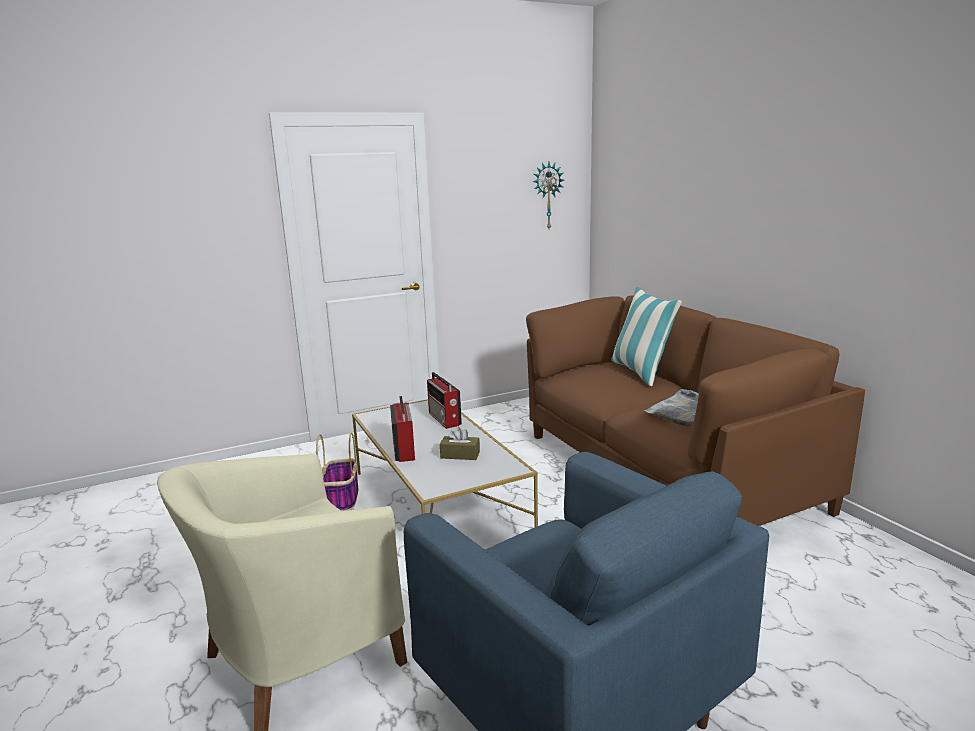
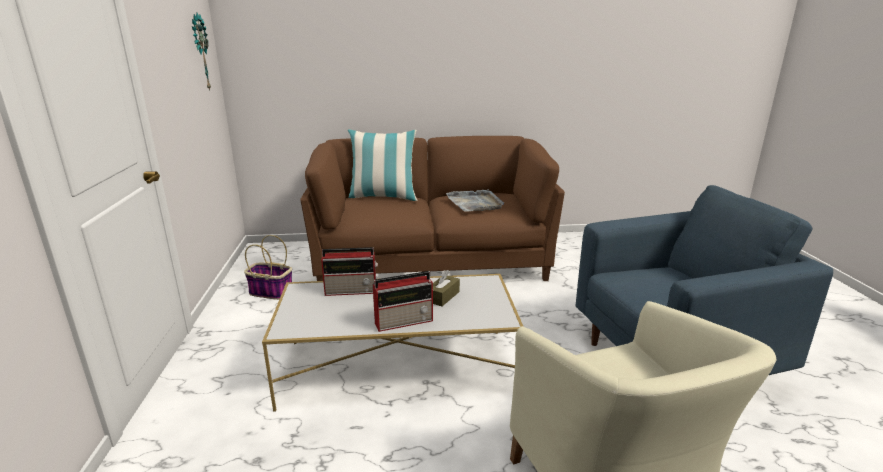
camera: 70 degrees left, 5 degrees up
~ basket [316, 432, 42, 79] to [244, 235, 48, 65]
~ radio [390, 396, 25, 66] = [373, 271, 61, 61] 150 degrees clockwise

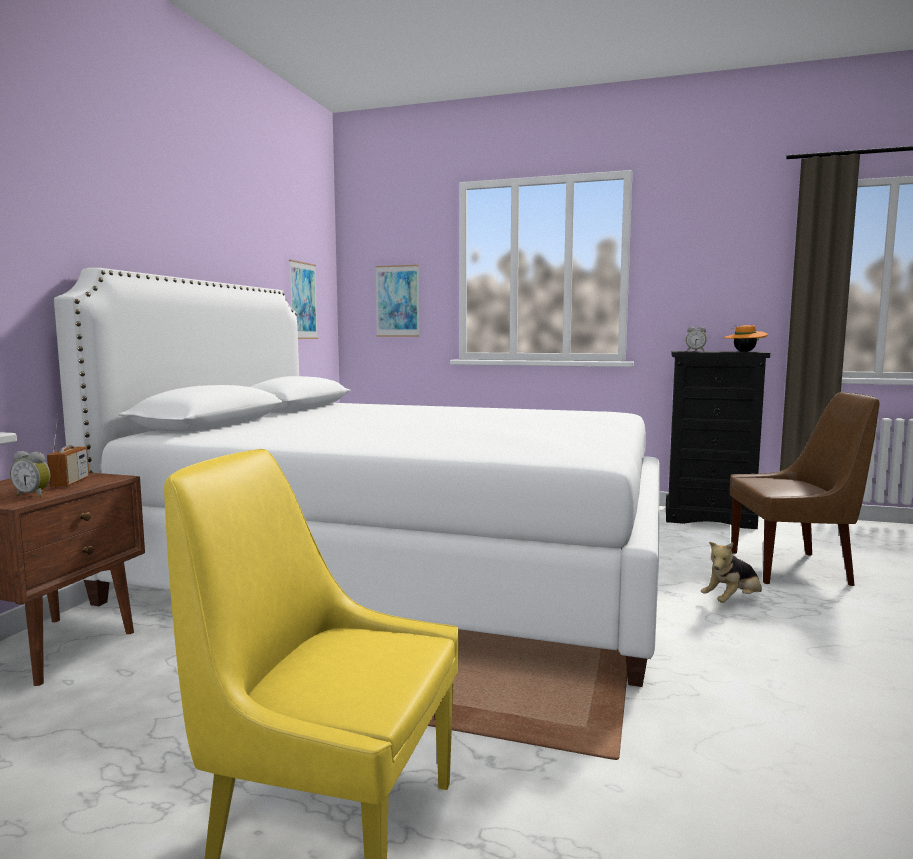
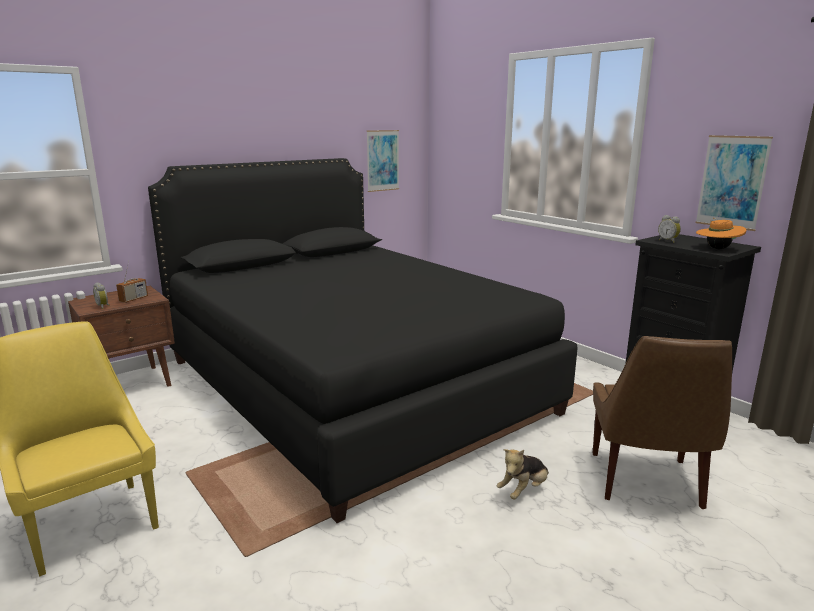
camera: 35 degrees right, 10 degrees up
~ picture [375, 265, 45, 72] to [695, 135, 78, 96]
~ bed in white [54, 268, 606, 419] to bed in black [148, 158, 430, 365]
~ plush toy [701, 542, 61, 61] = [497, 449, 52, 51] 45 degrees counterclockwise
~ chair in brown [730, 392, 150, 194] = [593, 336, 139, 173] 60 degrees clockwise

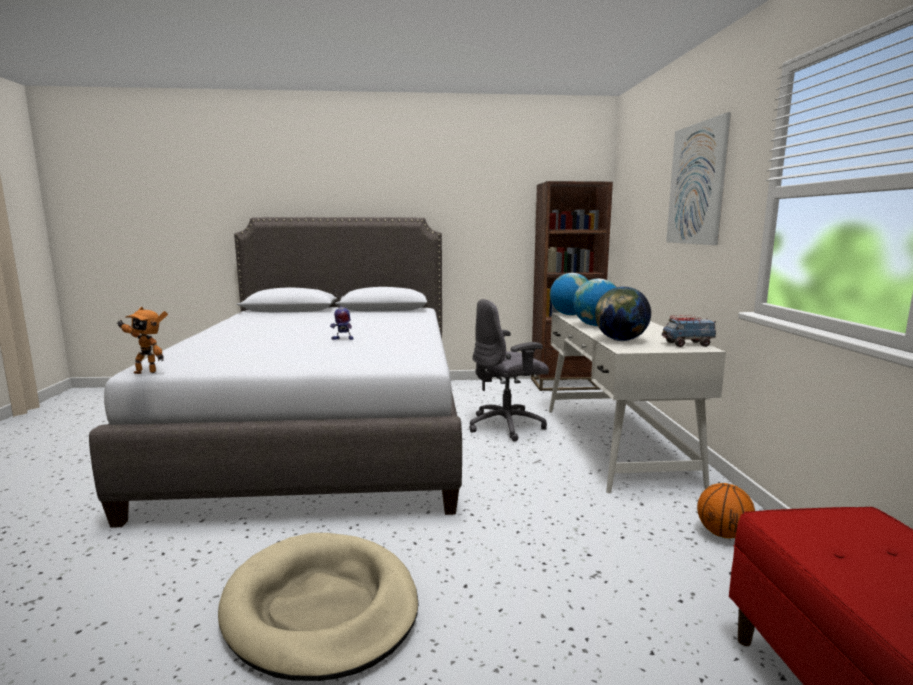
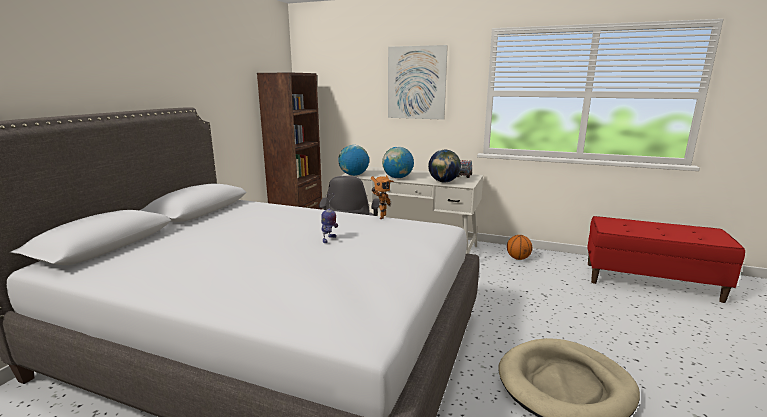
camera: 65 degrees left, 5 degrees up
~ toy robot [116, 307, 52, 67] to [371, 175, 23, 44]

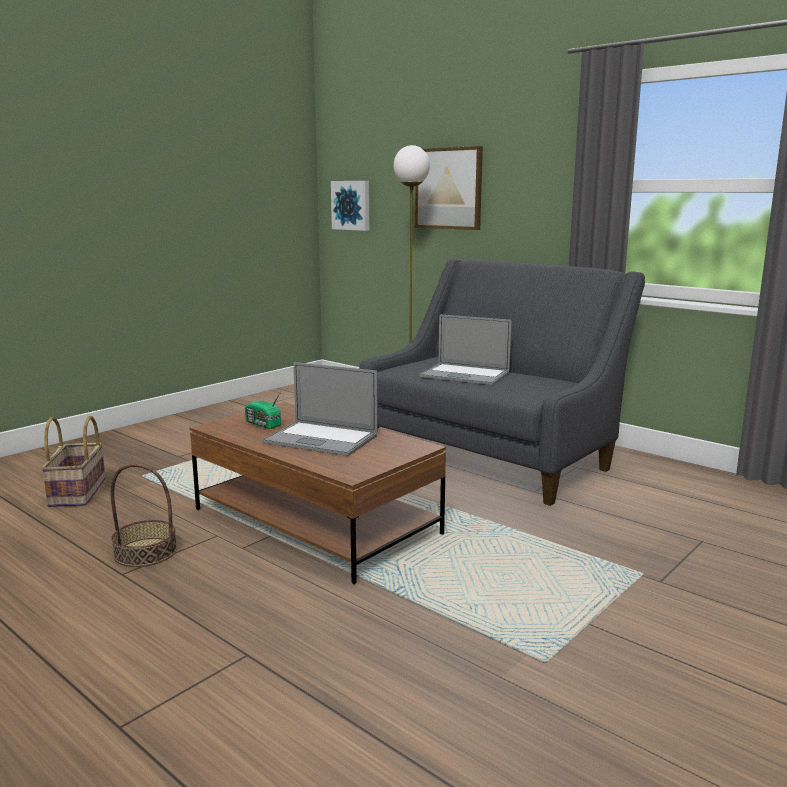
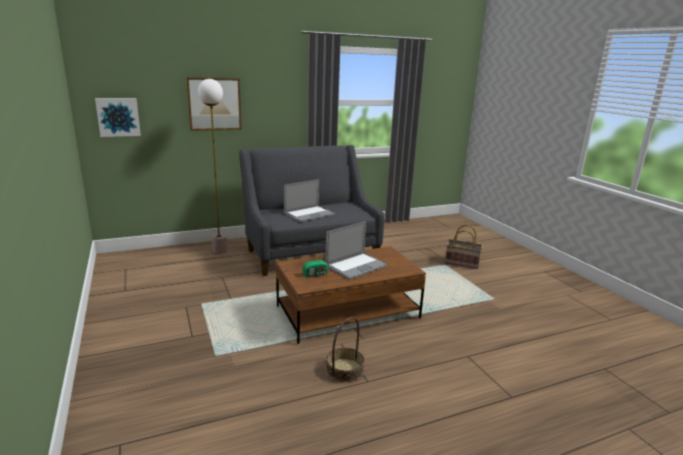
camera: 65 degrees left, 5 degrees up
~ basket [41, 416, 65, 91] to [445, 224, 38, 45]

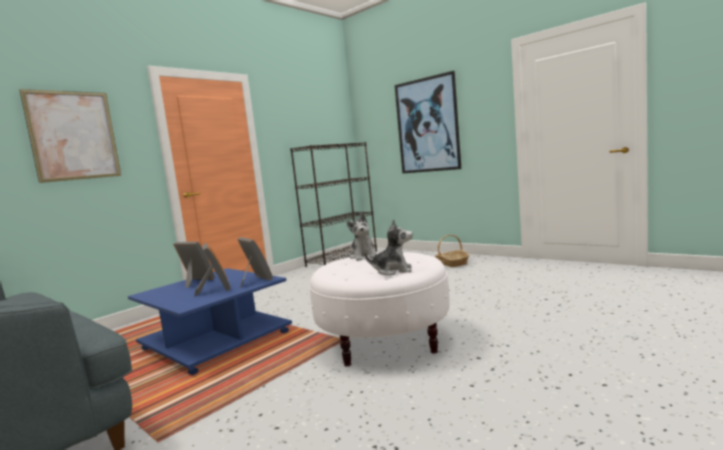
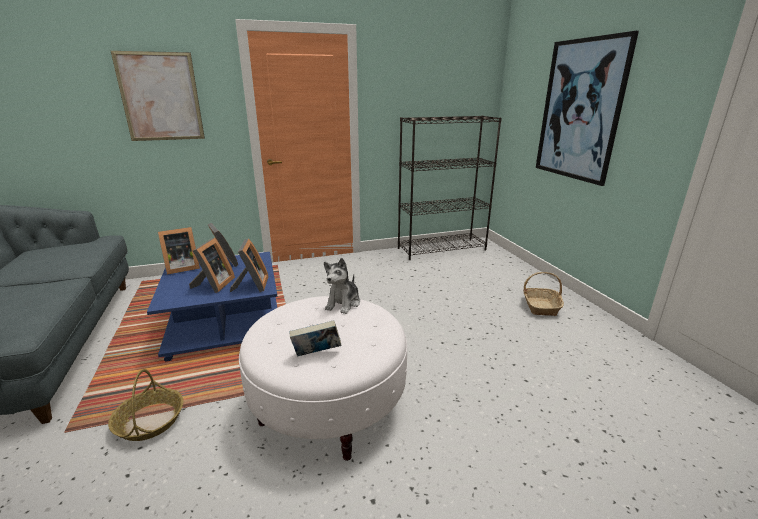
camera: 30 degrees right, 15 degrees up
+ basket [108, 369, 76, 72]
+ picture frame [158, 227, 42, 48]
~ plush toy [364, 219, 49, 56] to book [289, 320, 52, 36]

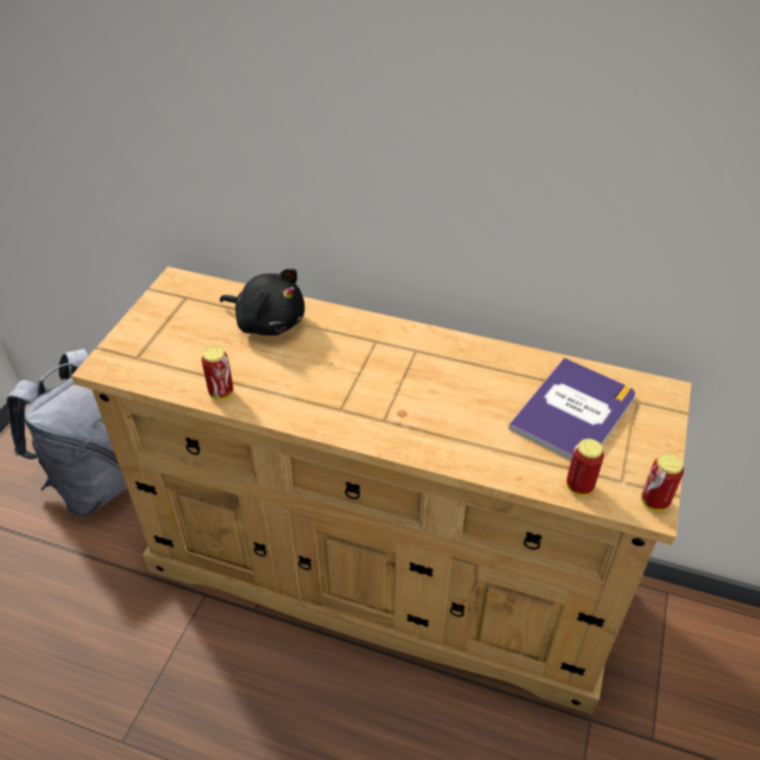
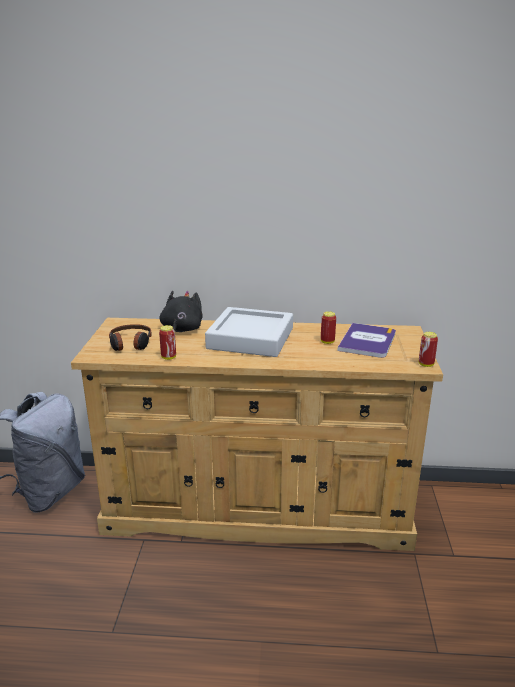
camera: 15 degrees left, 20 degrees down
+ headphones [109, 324, 43, 27]
+ tray in grey [205, 307, 88, 50]
~ can [566, 439, 38, 57] to [321, 311, 15, 33]
~ plush toy in black [220, 269, 85, 67] = [160, 291, 43, 41] 90 degrees counterclockwise

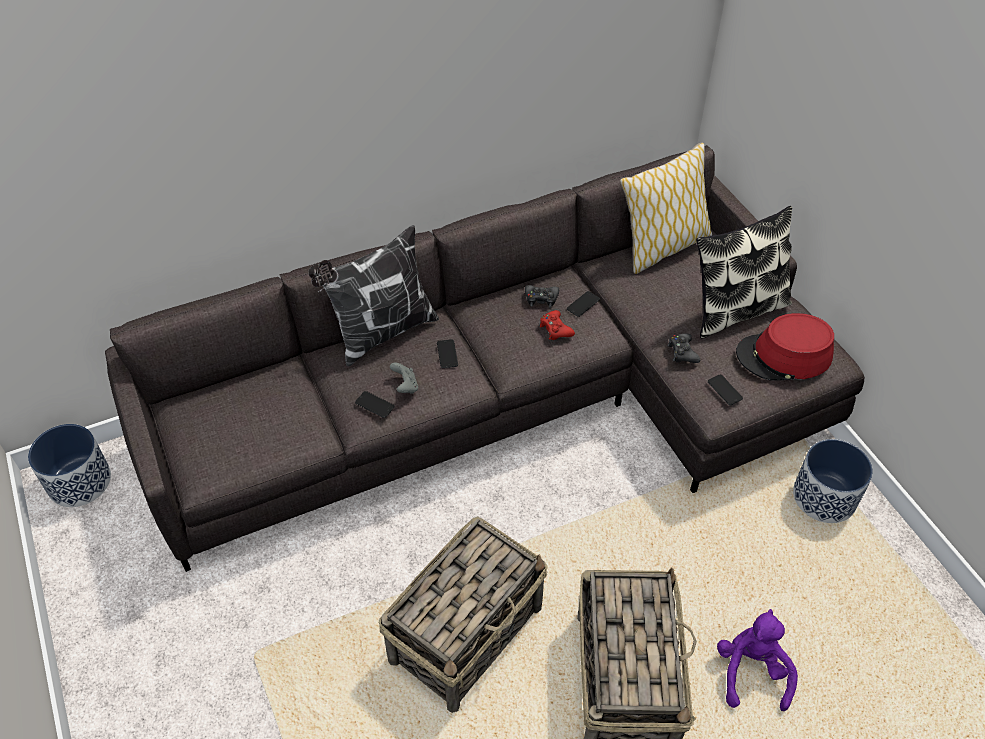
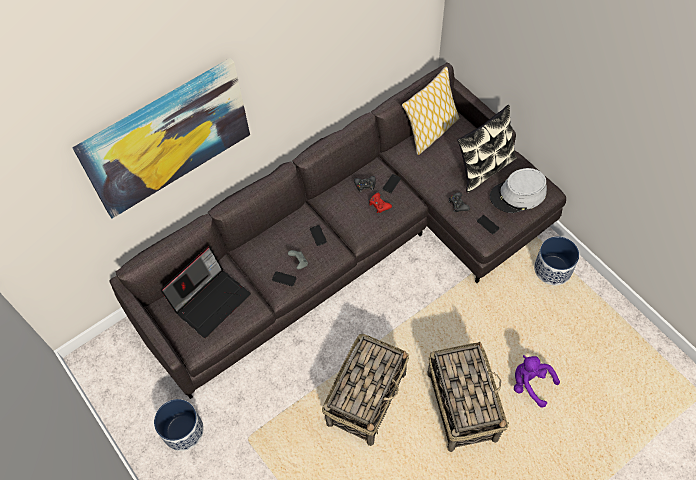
camera: 10 degrees left, 10 degrees up
- pillow [308, 225, 131, 142]
+ picture [72, 58, 178, 161]
+ laptop [161, 246, 90, 92]
~ planter [28, 424, 83, 83] to [154, 399, 50, 52]
~ hat in red [736, 313, 98, 68] to hat in grey [490, 168, 57, 45]
~ plush toy in purple [717, 609, 81, 102] = [514, 355, 46, 52] 45 degrees counterclockwise

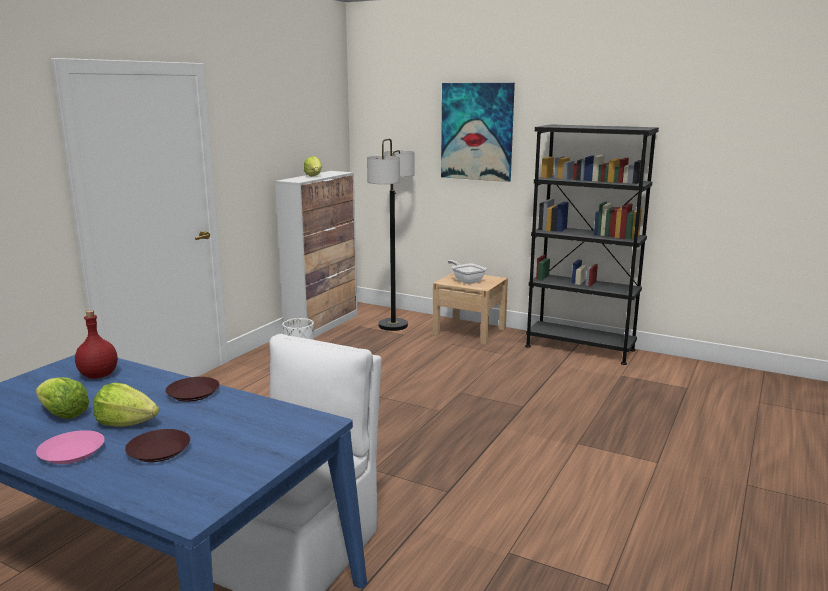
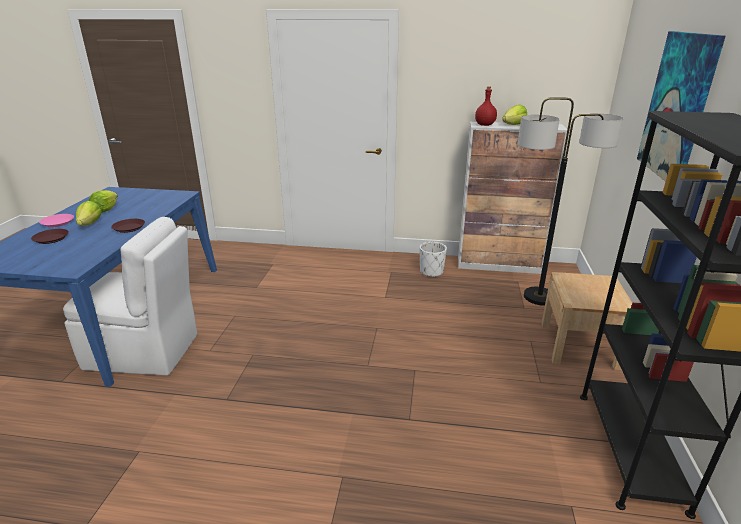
camera: 70 degrees right, 10 degrees up
- frying pan [448, 260, 39, 24]
~ bottle in red [75, 310, 43, 69] to [475, 86, 22, 40]

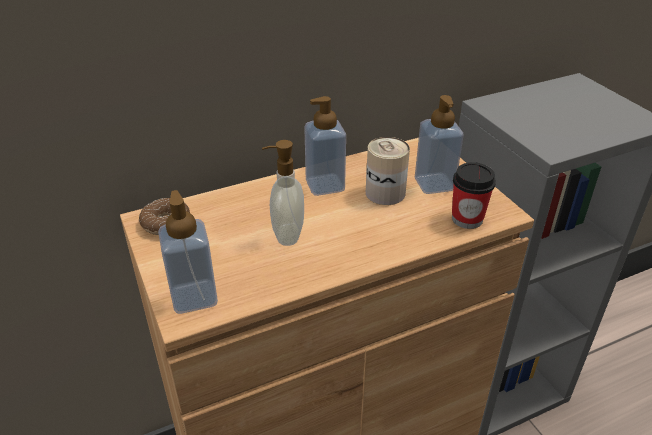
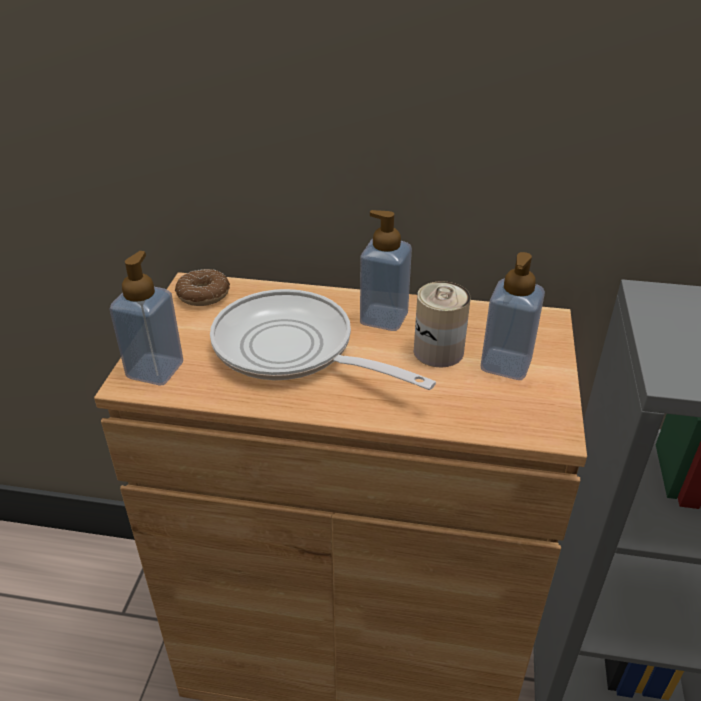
camera: 35 degrees right, 0 degrees up
- cup [452, 162, 44, 67]
~ soap dispenser [262, 140, 42, 106] to frying pan [210, 289, 226, 101]

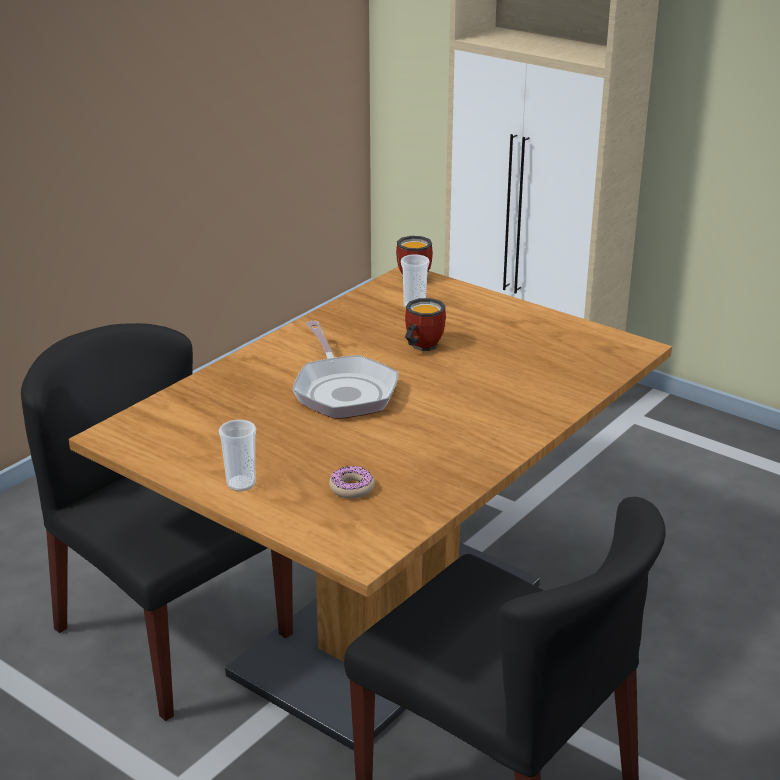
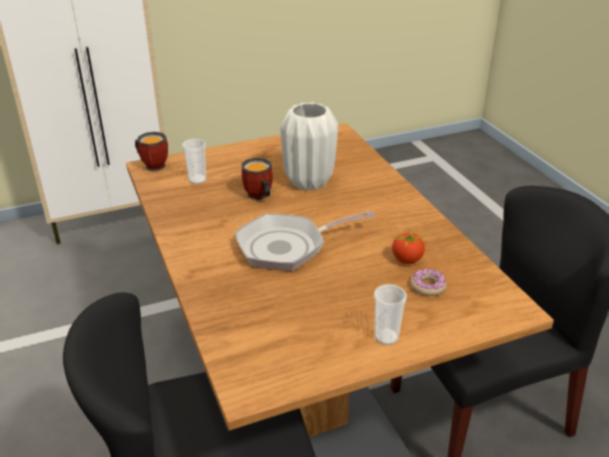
camera: 60 degrees left, 5 degrees up
+ vase in white [280, 102, 58, 89]
+ tomato [392, 230, 35, 34]
~ frying pan [292, 321, 107, 98] = [235, 211, 140, 60] 150 degrees clockwise

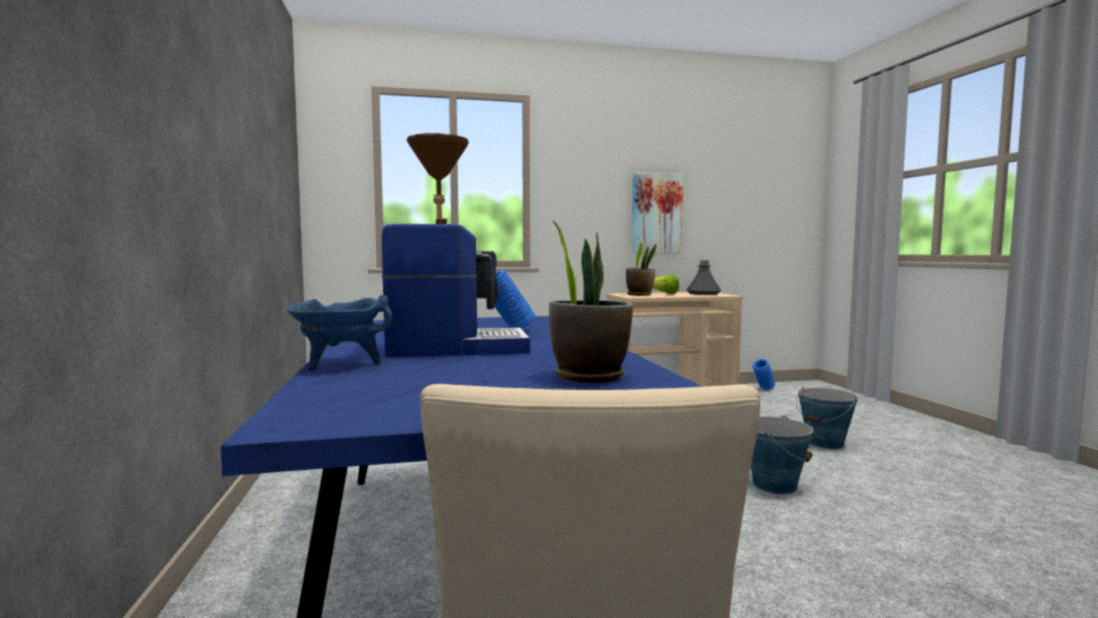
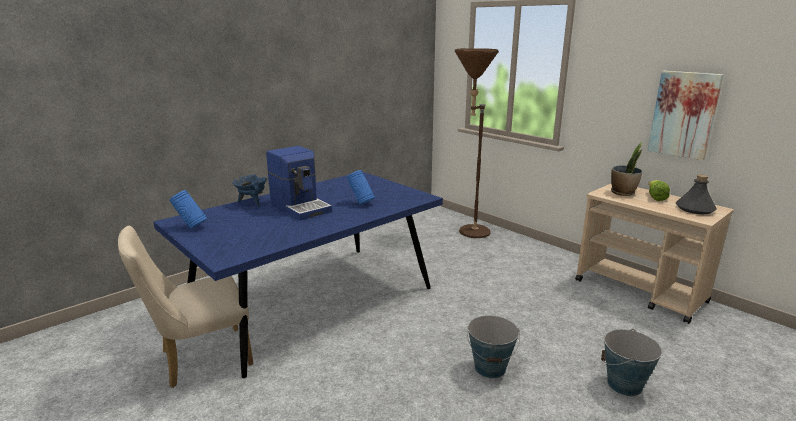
camera: 60 degrees right, 15 degrees up
- potted plant [549, 221, 84, 162]
~ vase in blue [752, 359, 23, 31] to [169, 190, 38, 39]

